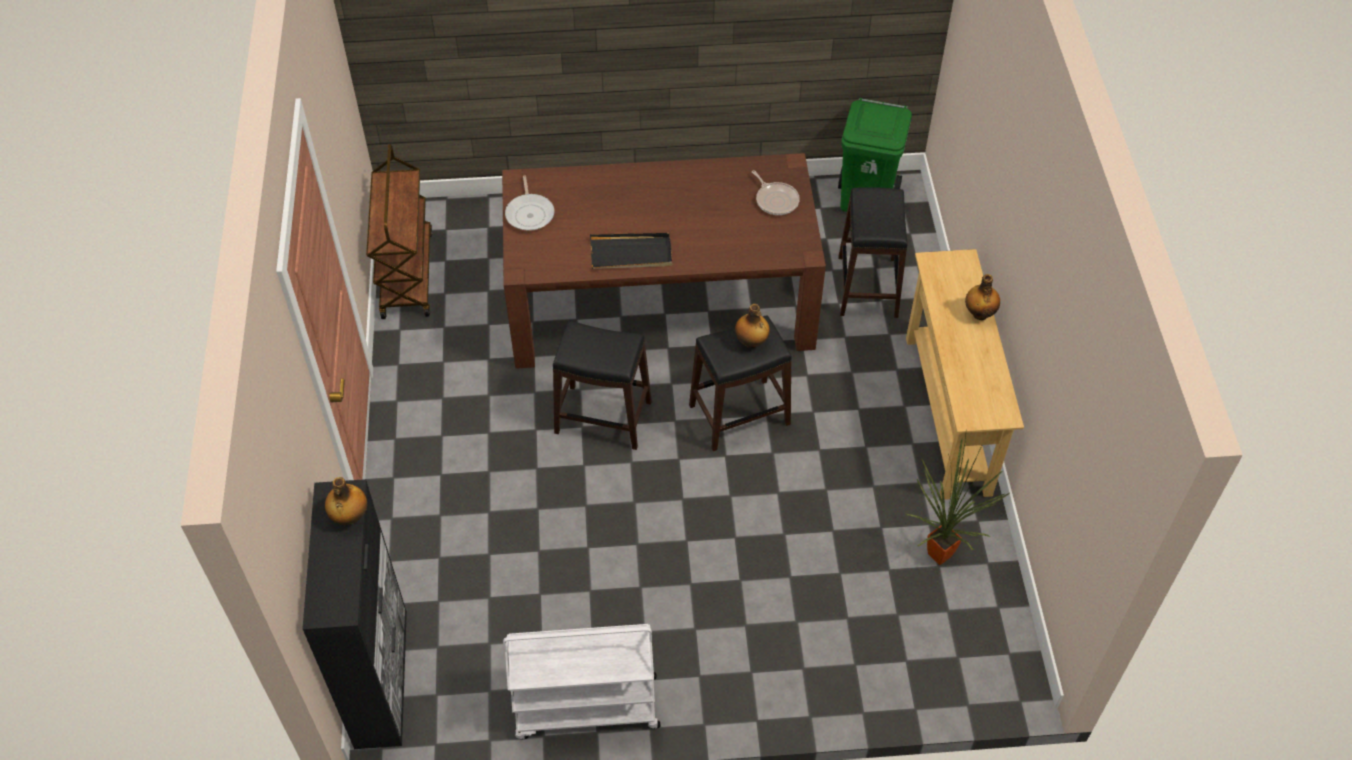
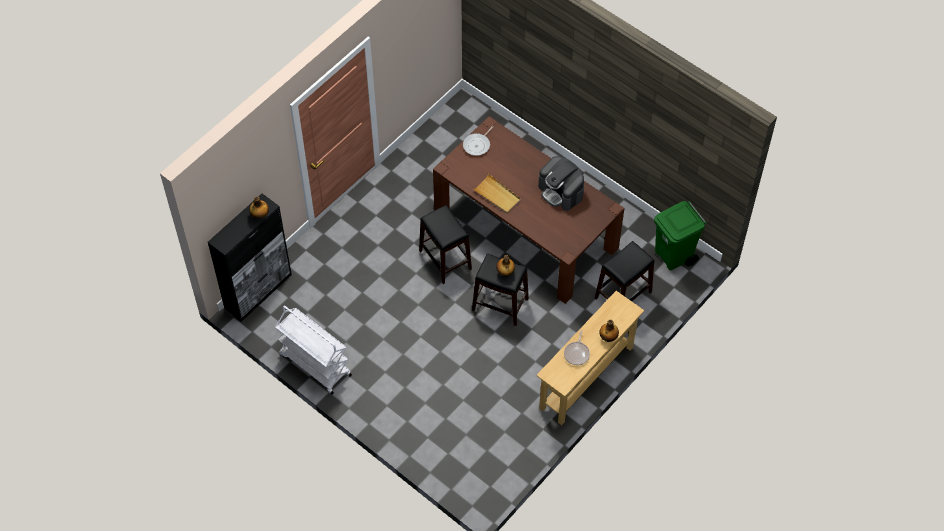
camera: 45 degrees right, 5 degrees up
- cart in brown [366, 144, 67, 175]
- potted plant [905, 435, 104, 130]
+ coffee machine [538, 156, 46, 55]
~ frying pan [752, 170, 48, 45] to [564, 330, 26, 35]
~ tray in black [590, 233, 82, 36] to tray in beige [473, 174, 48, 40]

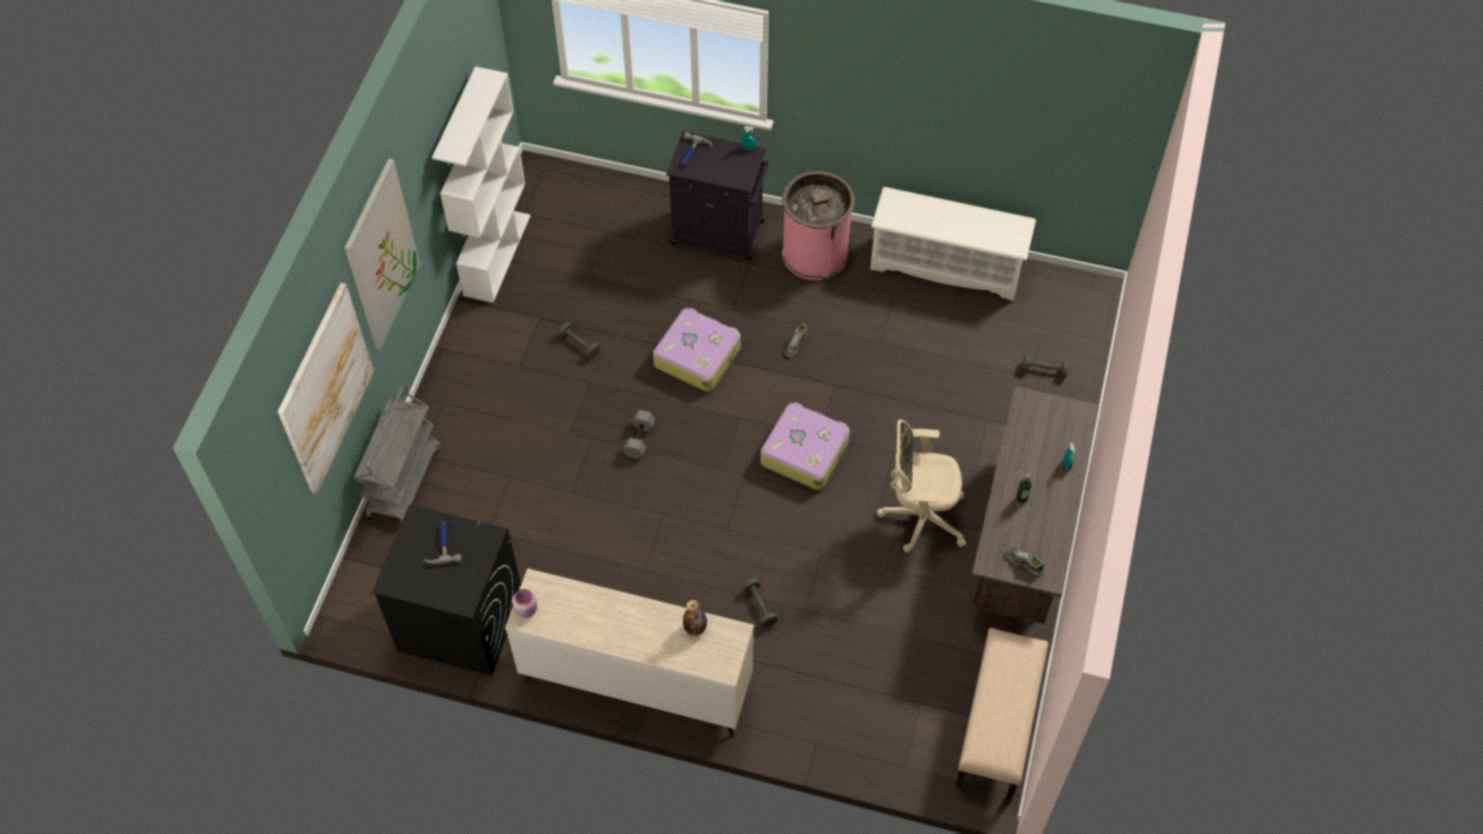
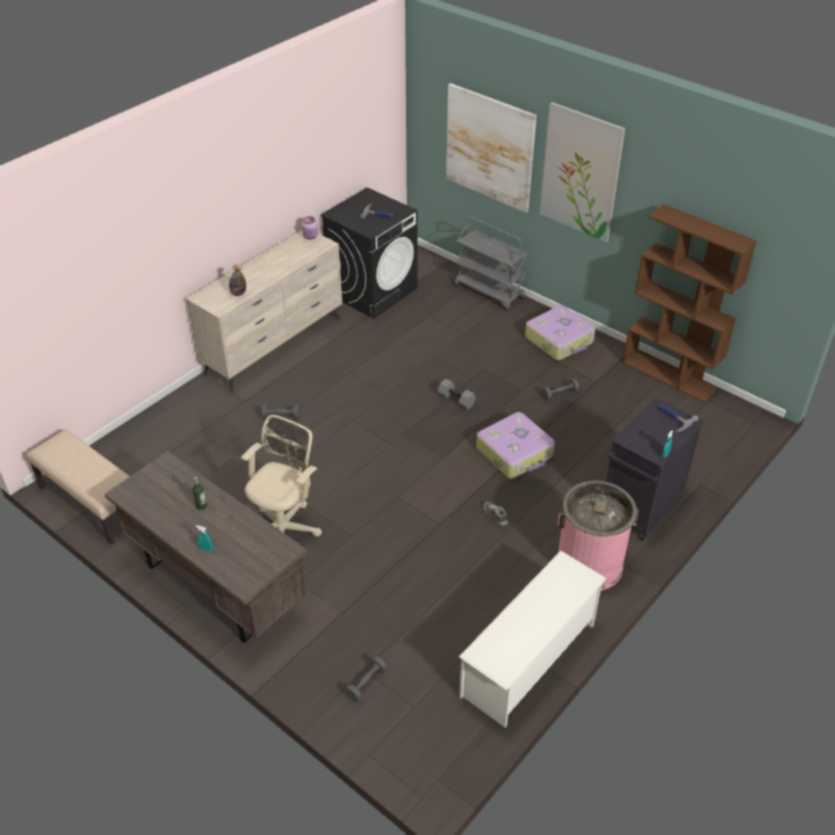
camera: 115 degrees right, 15 degrees down
- shoe [1005, 547, 39, 28]
~ suitcase [761, 403, 89, 87] to [525, 305, 71, 55]
~ bookcase in white [432, 66, 99, 237] to bookcase in brown [622, 204, 135, 199]

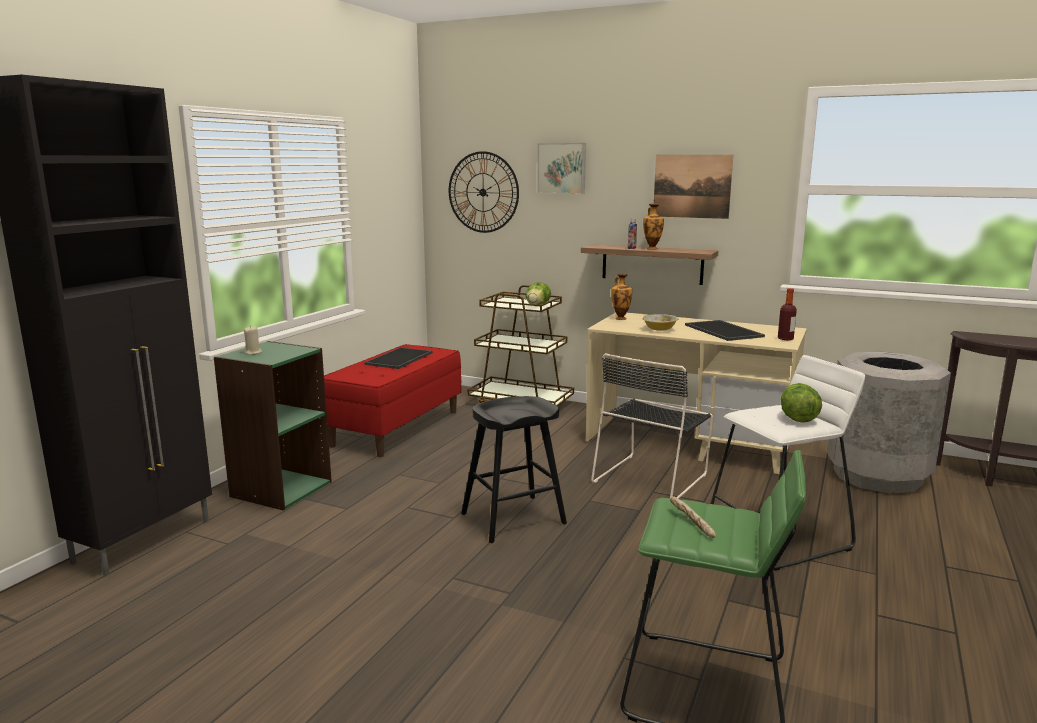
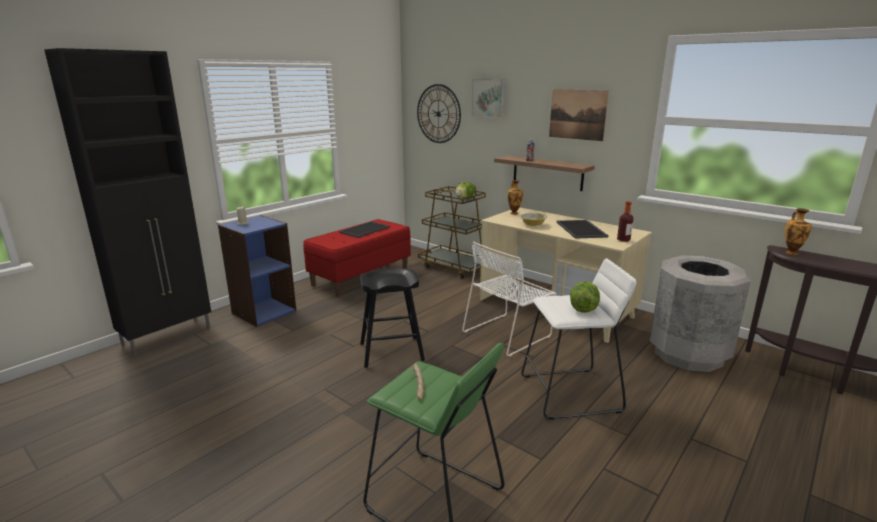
camera: 15 degrees right, 5 degrees up
~ vase [643, 204, 21, 46] to [785, 208, 27, 47]
~ bookcase in green [214, 341, 118, 170] to bookcase in blue [218, 215, 78, 112]
~ chair in black [591, 353, 122, 146] to chair in white [462, 242, 94, 115]

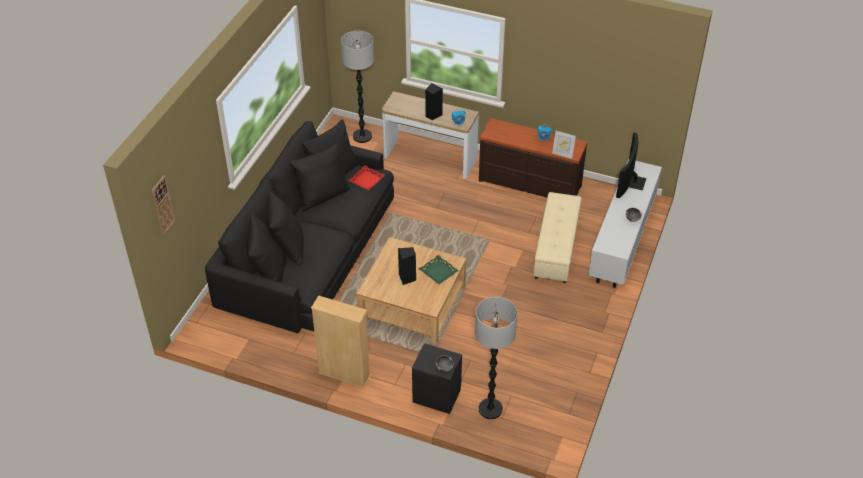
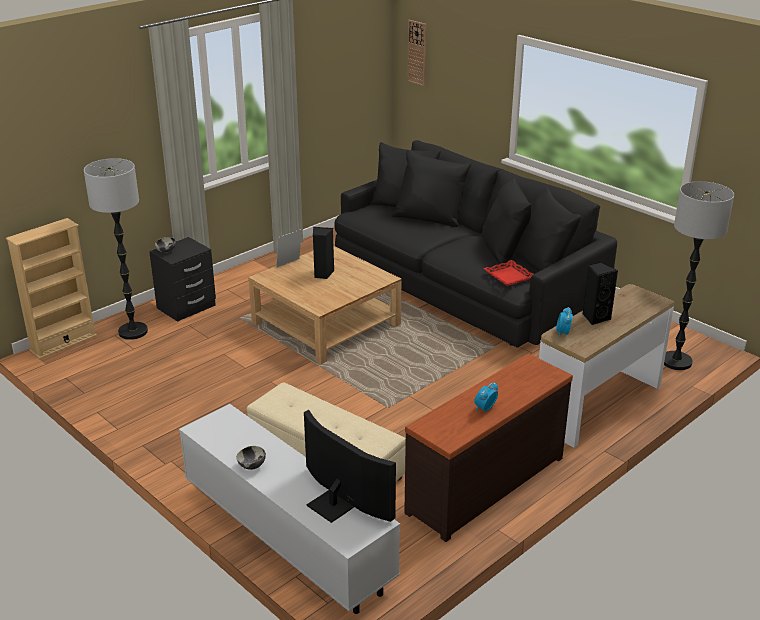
camera: 115 degrees right, 15 degrees down
- tray in green [419, 255, 40, 29]
~ bookcase in beige [311, 295, 60, 93] to [6, 218, 91, 141]
~ picture frame [552, 131, 24, 28] to [276, 229, 26, 38]

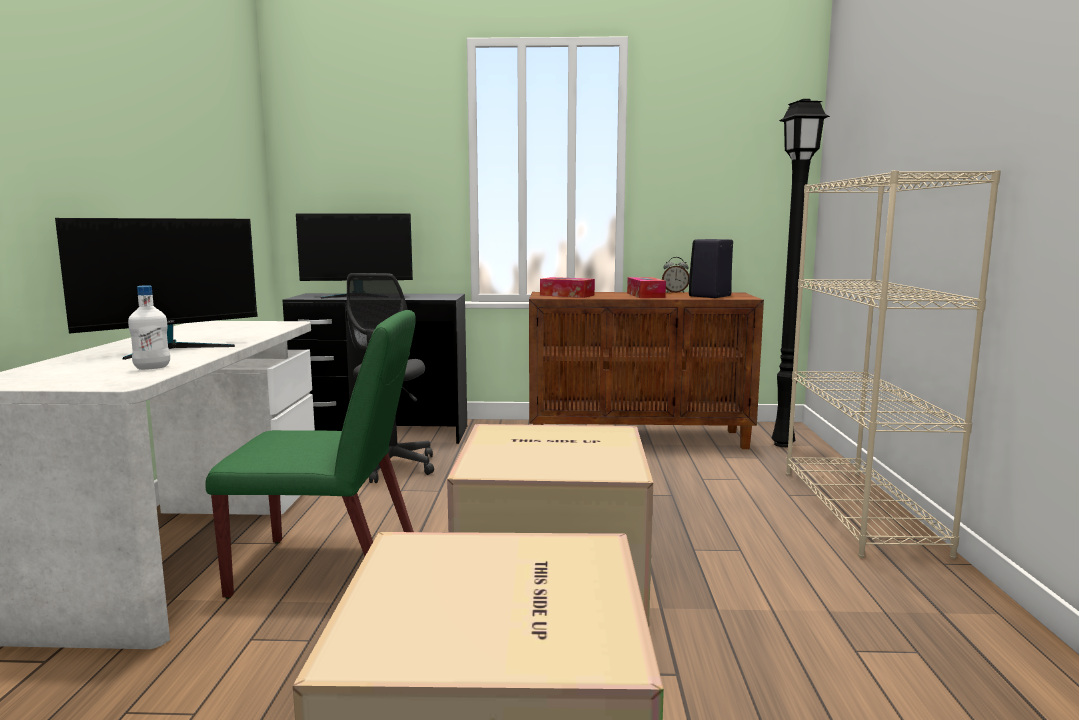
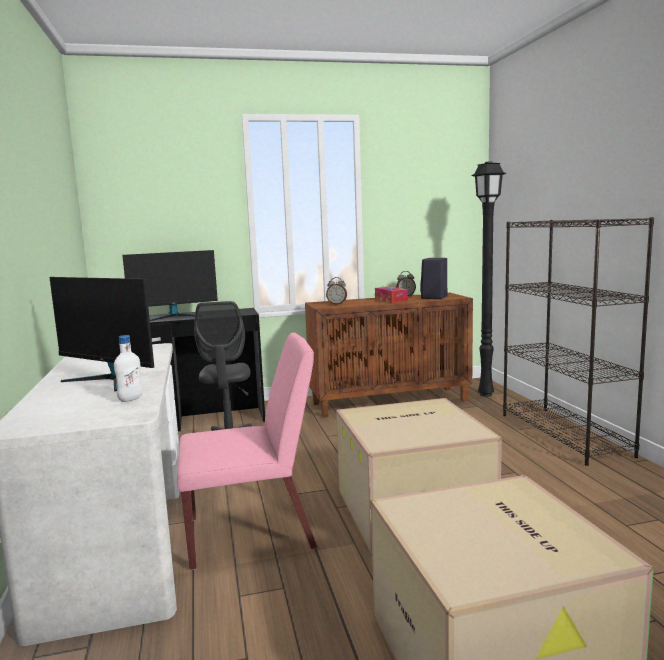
camera: 15 degrees left, 0 degrees up
~ tissue box [540, 277, 55, 21] to alarm clock [326, 277, 21, 28]
~ chair in green [205, 310, 211, 289] to chair in pink [177, 333, 140, 237]
~ bookcase in beige [786, 170, 215, 389] to bookcase in black [503, 217, 151, 249]
~ monitor [55, 218, 202, 142] = [49, 277, 105, 115] 90 degrees clockwise

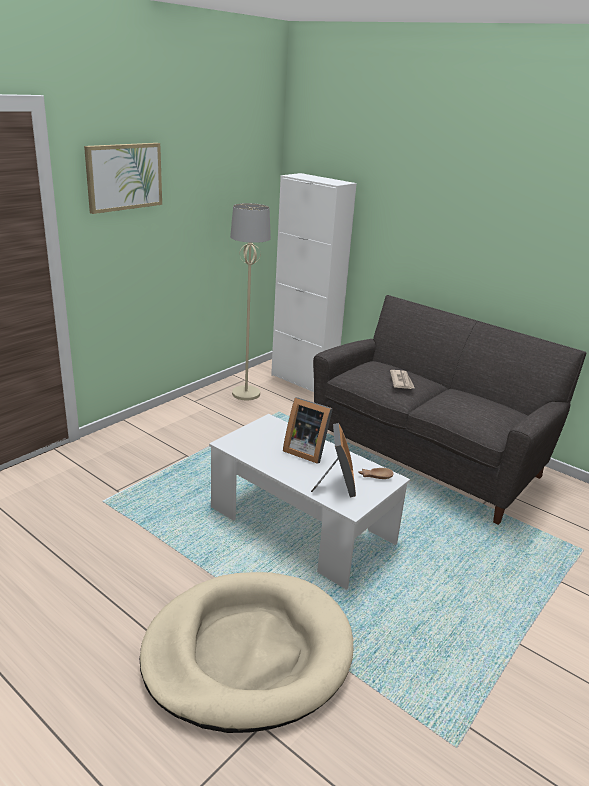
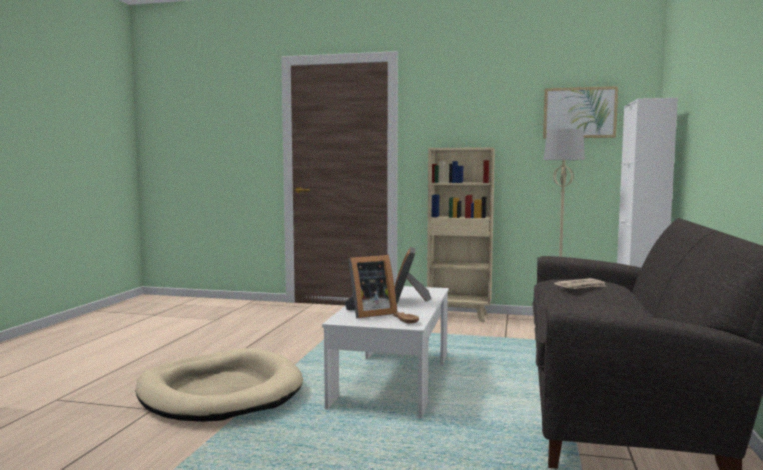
camera: 65 degrees right, 20 degrees down
+ bookcase in beige [427, 147, 68, 175]
~ picture [84, 143, 78, 71] to [543, 86, 75, 53]

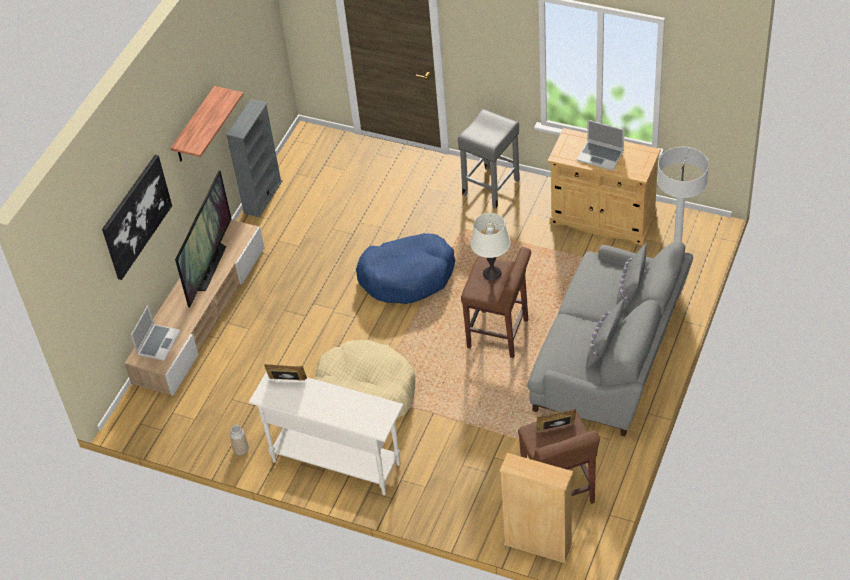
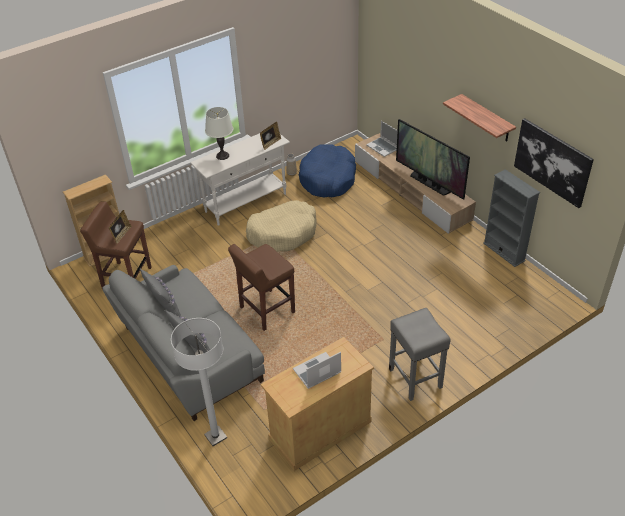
camera: 120 degrees right, 5 degrees down
~ picture [102, 155, 70, 125] to [514, 118, 80, 90]
~ dog bed in blue [356, 233, 99, 71] to [299, 144, 57, 54]
~ table lamp in white [471, 213, 40, 67] to [205, 107, 29, 53]

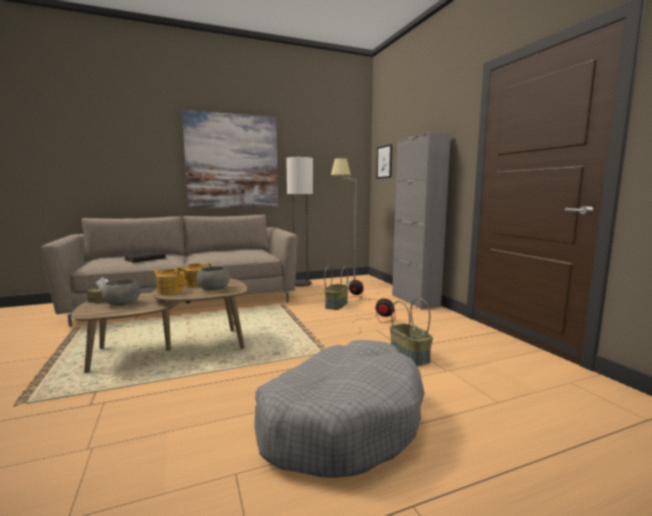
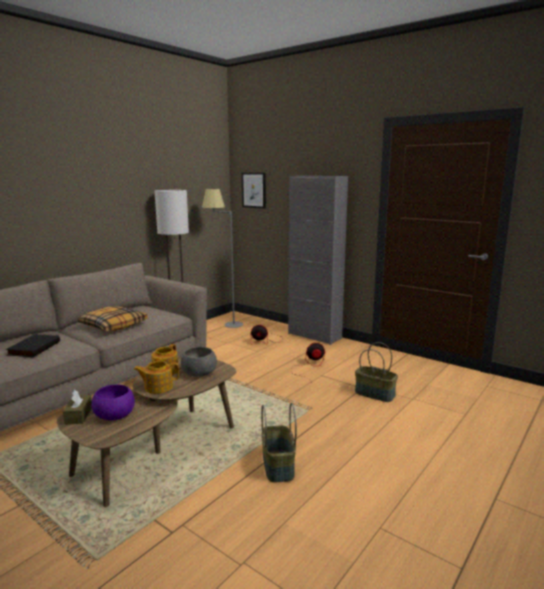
camera: 30 degrees left, 5 degrees up
- picture [182, 110, 96, 98]
- dog bed in grey [254, 340, 171, 138]
+ pillow [78, 306, 70, 26]
~ basket [324, 265, 24, 45] to [261, 403, 36, 80]
~ bowl in grey [101, 279, 39, 27] to bowl in purple [91, 385, 44, 35]

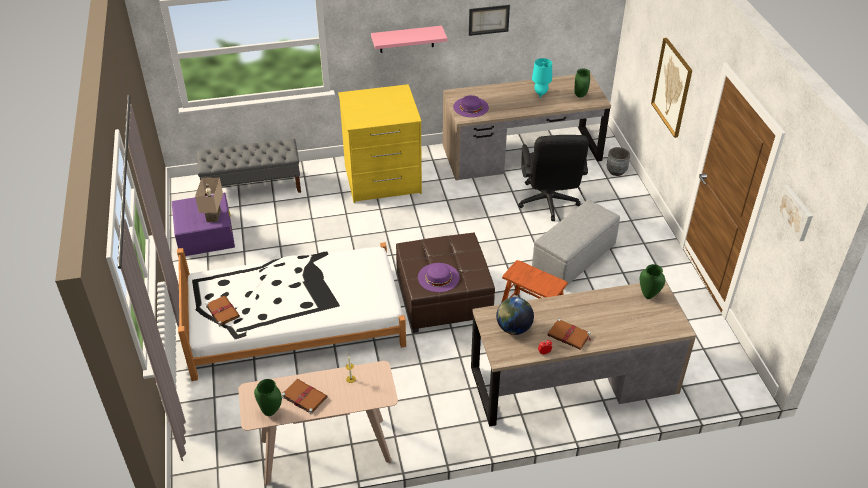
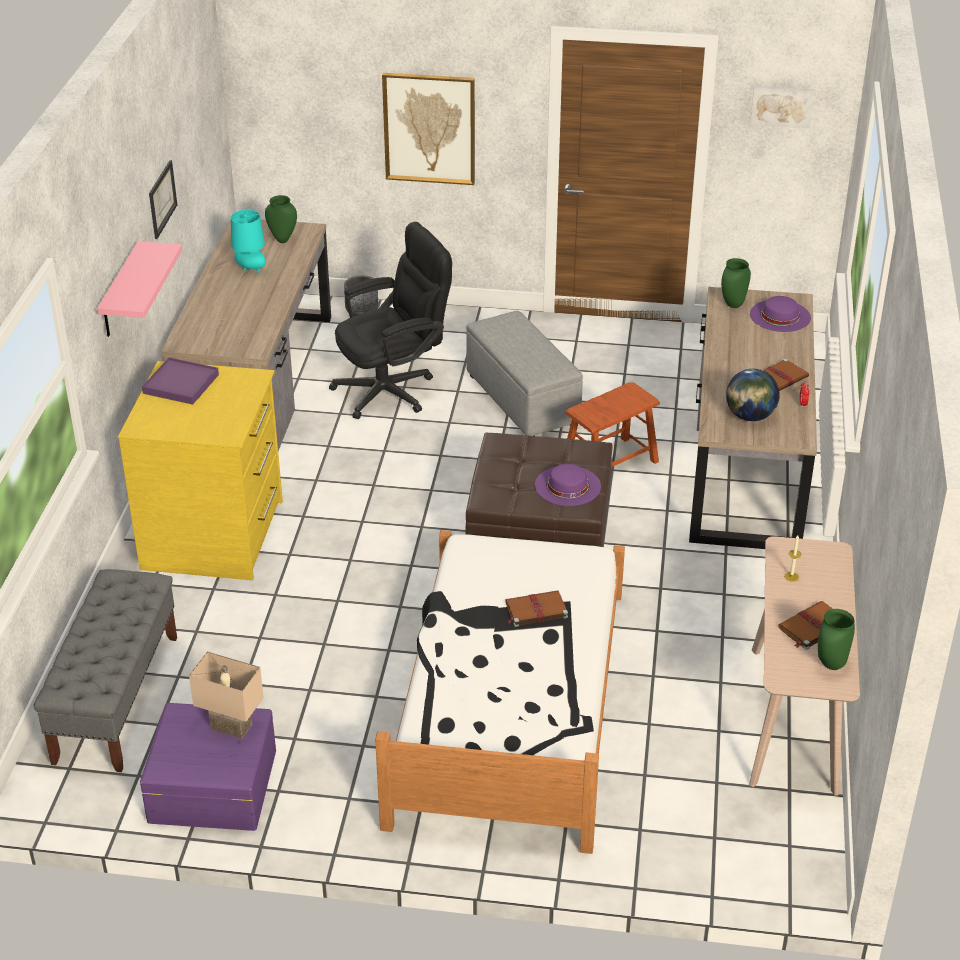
camera: 70 degrees left, 5 degrees down
+ tray in purple [142, 357, 77, 48]
~ book in brown [206, 296, 34, 30] to [505, 591, 63, 36]
~ hat in purple [453, 95, 36, 22] to [750, 296, 61, 36]
~ office chair in black [518, 135, 71, 86] = [329, 222, 123, 197] 45 degrees counterclockwise

